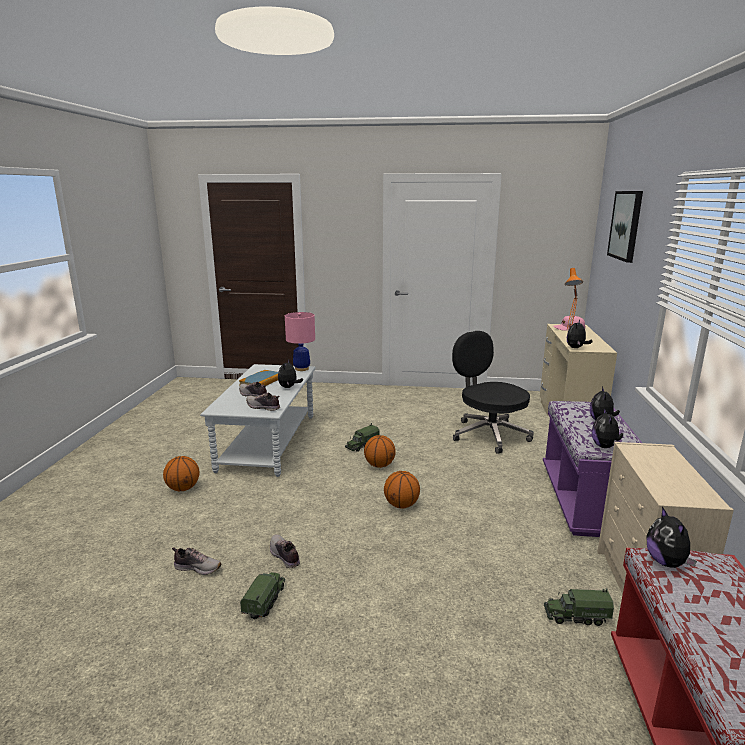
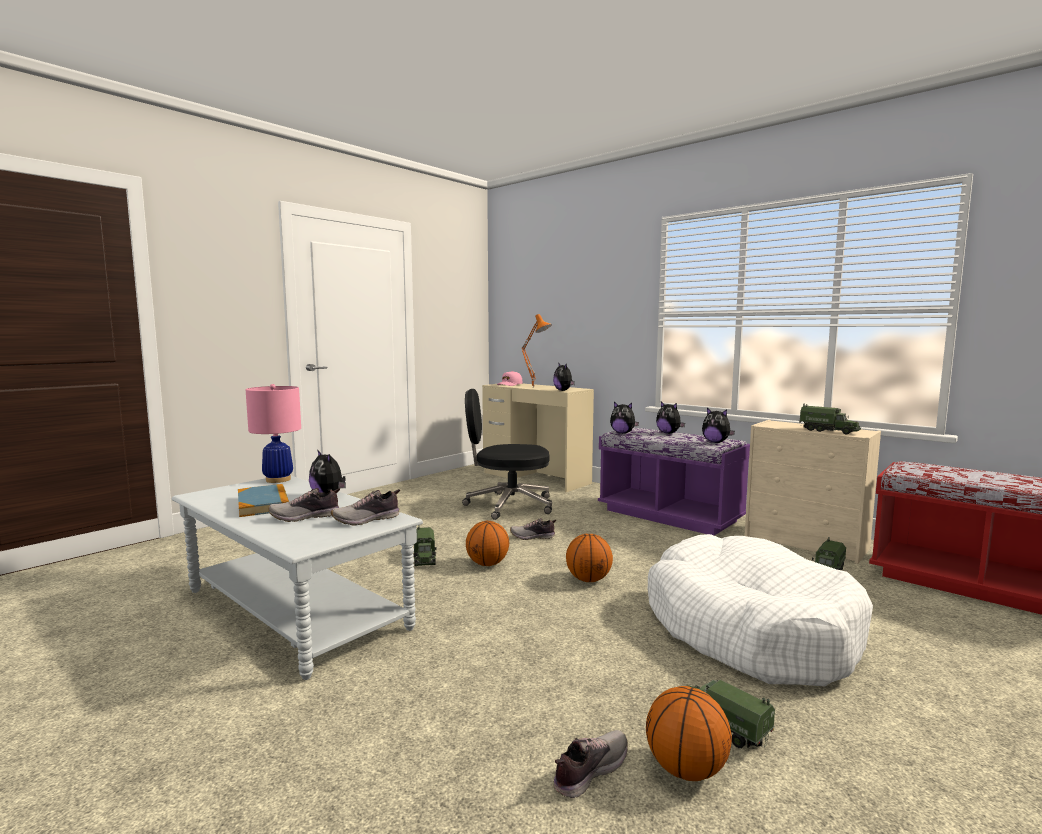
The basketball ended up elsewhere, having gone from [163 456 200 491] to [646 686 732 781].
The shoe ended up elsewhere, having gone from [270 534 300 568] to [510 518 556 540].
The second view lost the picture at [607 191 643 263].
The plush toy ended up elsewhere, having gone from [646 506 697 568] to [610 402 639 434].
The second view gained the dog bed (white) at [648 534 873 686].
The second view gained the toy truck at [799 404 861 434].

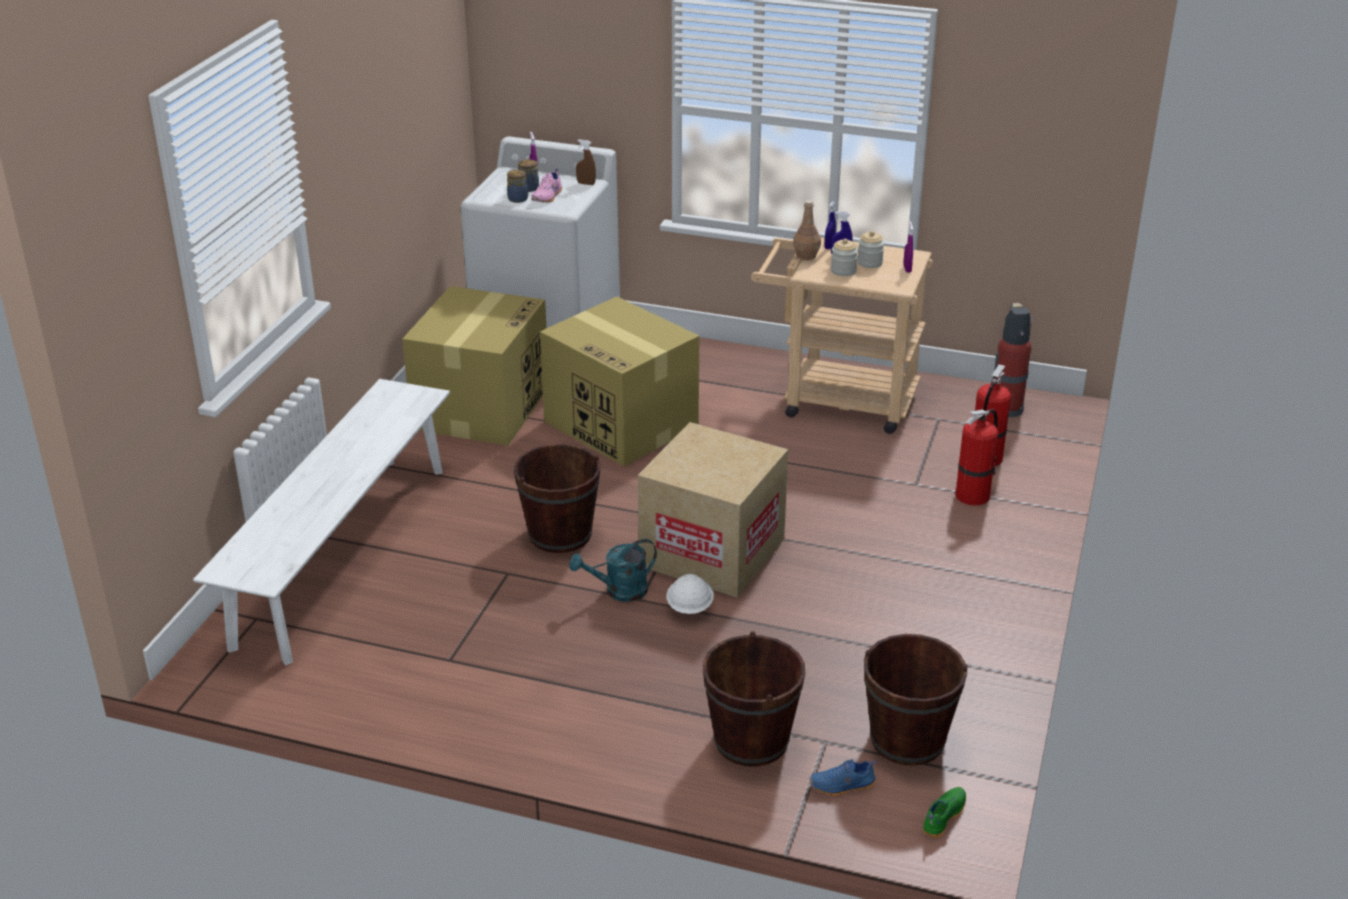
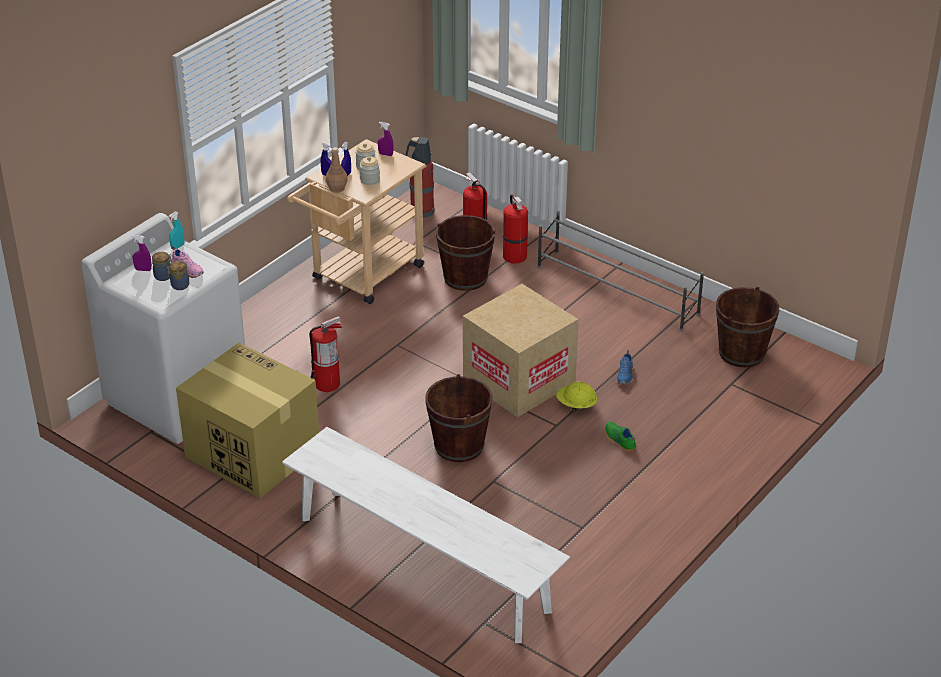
Where the cardboard box stood at [540 297 699 466], the fire extinguisher came to stand at [309 316 343 392].
The second view lost the watering can (turquoise) at [569 539 657 602].
What was the spray bottle (brown) at [576 139 596 185] turned into the spray bottle (turquoise) at [168 211 184 250].
What was the hard hat (white) at [666 574 714 614] turned into the hard hat (yellow) at [556 382 597 412].
The bucket (brown) ended up elsewhere, having gone from [703 631 805 767] to [436 215 495 291].
The shoe (blue) ended up elsewhere, having gone from [810 759 877 796] to [617 350 633 384].
The shoe (green) ended up elsewhere, having gone from [922 787 966 838] to [605 422 637 452].
The second view gained the shoe rack (grey) at [538 211 704 331].

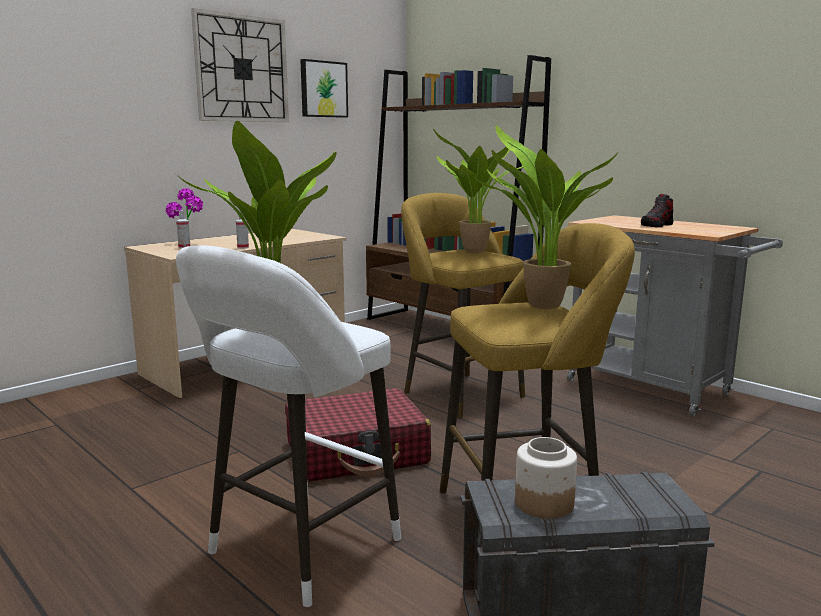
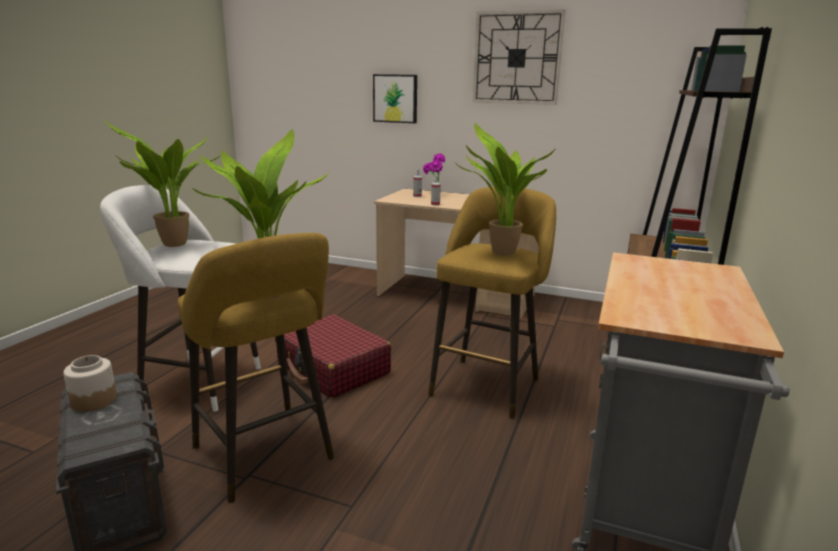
The picture ended up elsewhere, having gone from [300 59 348 118] to [373 74 417 123].
The second view lost the shoe at [641 194 673 227].

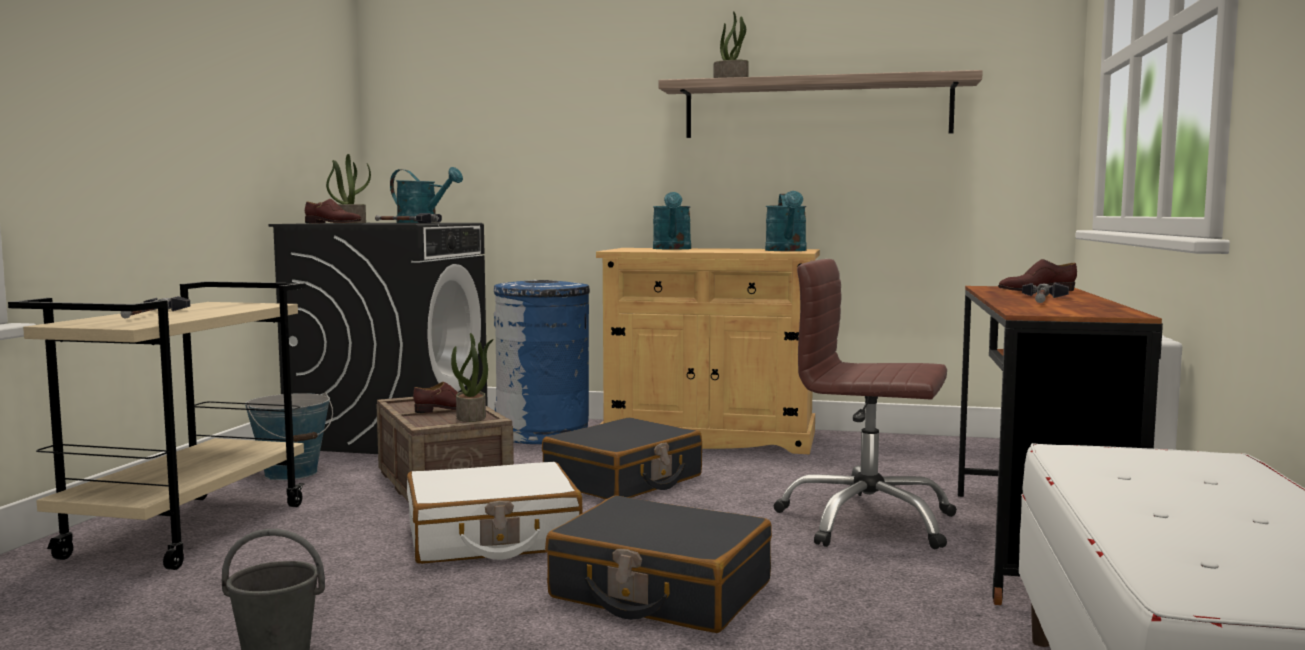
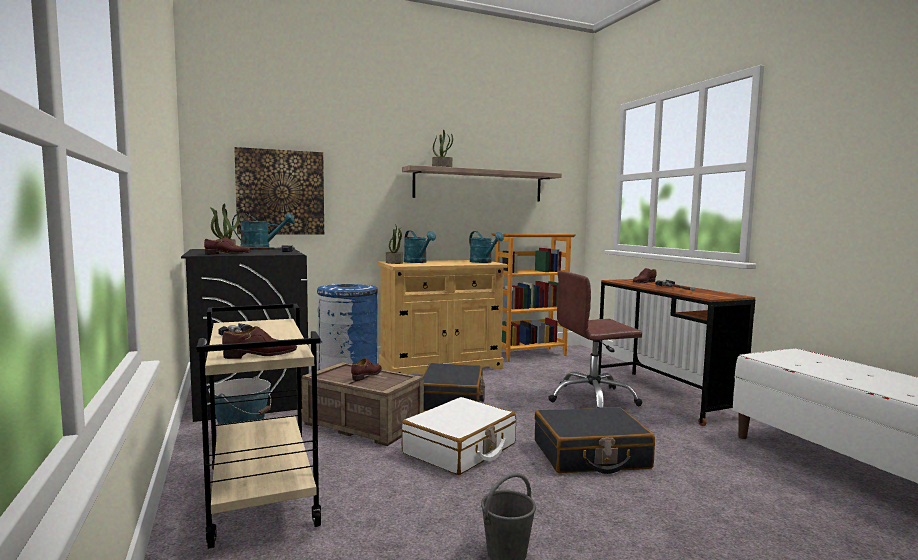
The potted plant ended up elsewhere, having gone from [451 333 494 422] to [386 224 403 264].
The second view gained the shoe (brown) at [222 326 297 359].
The second view gained the picture at [234 147 324 235].
The second view gained the bookcase at [491 233 576 362].

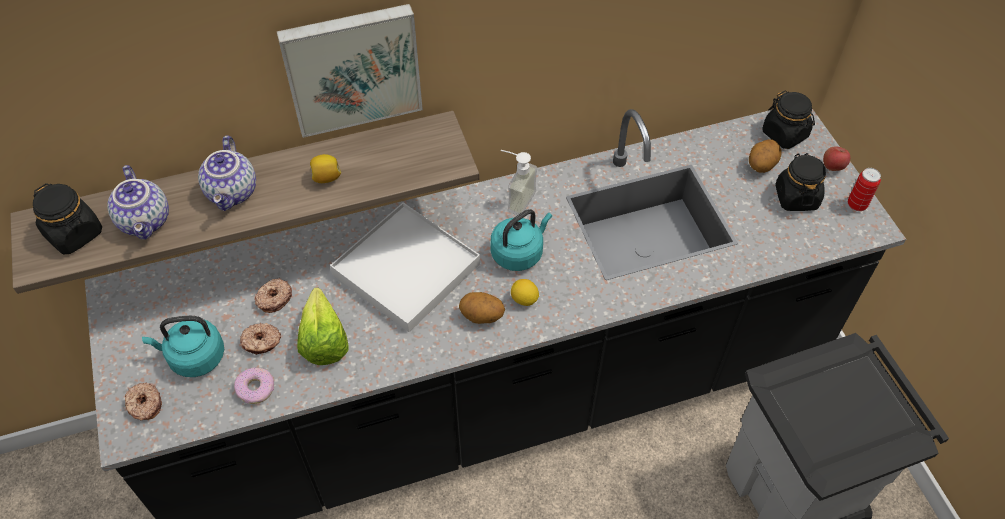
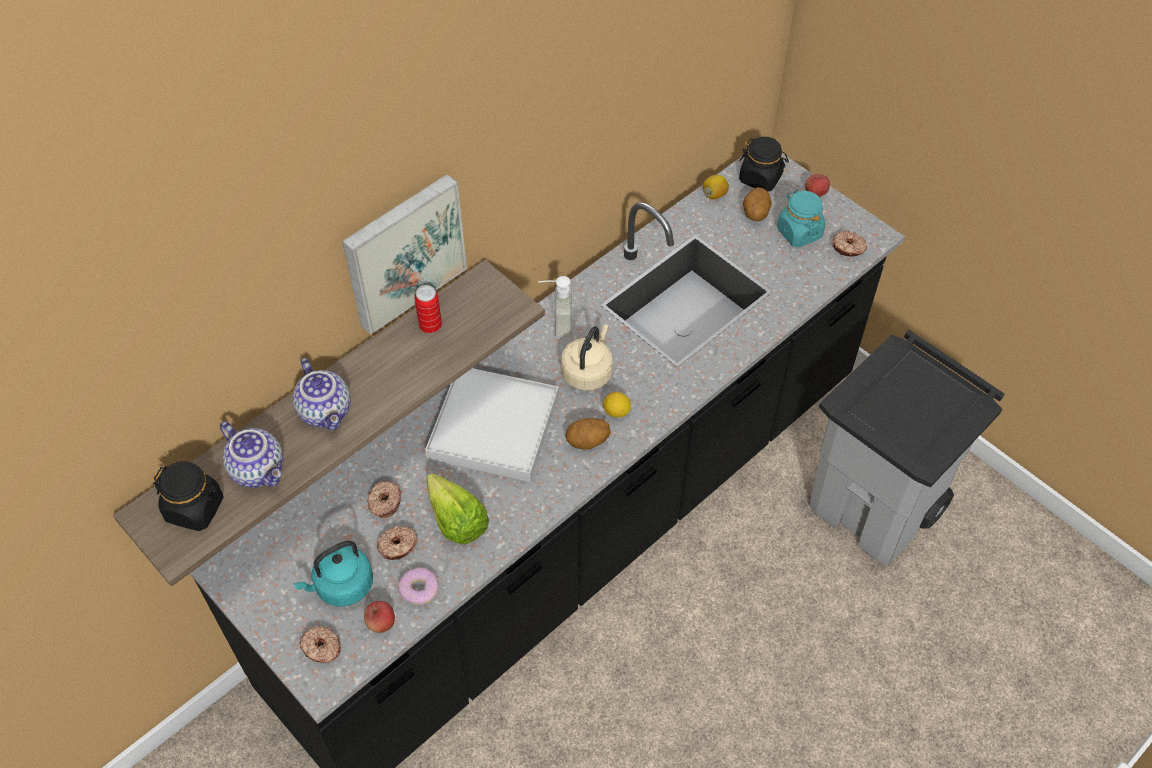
The lemon ended up elsewhere, having gone from [310 154 341 183] to [703 175 729 199].
What was the kettle (turquoise) at [490 209 552 271] turned into the kettle (beige) at [561 324 613 391].
What was the jar (black) at [775 153 826 211] turned into the jar (turquoise) at [777 190 825 247].
The can ended up elsewhere, having gone from [848 168 881 211] to [415 285 442 334].
The second view gained the apple at [364 601 395 633].
The second view gained the donut at [832 231 867 257].

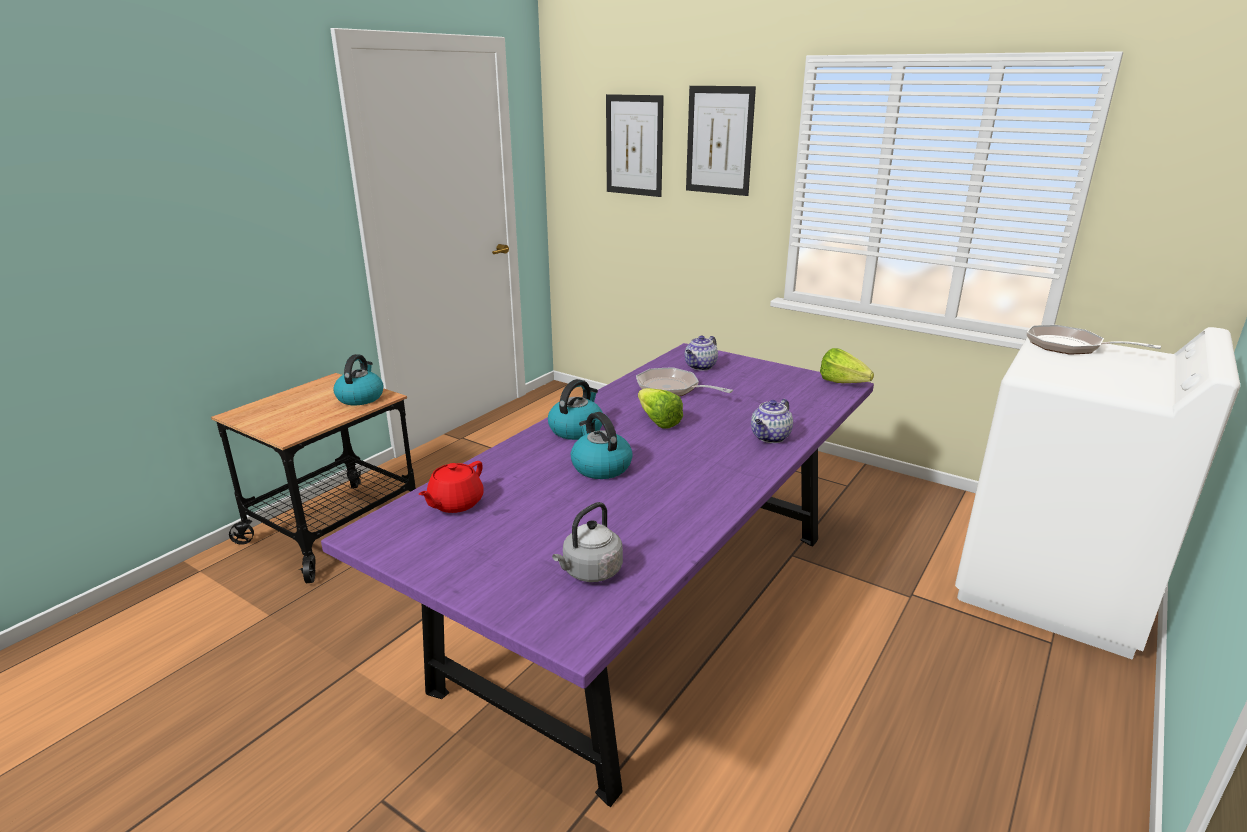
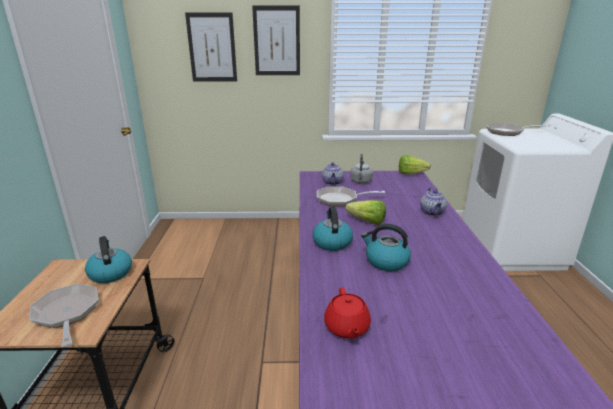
The kettle (grey) ended up elsewhere, having gone from [552 502 623 582] to [350 154 373 184].
The second view gained the frying pan at [30 284 99 347].

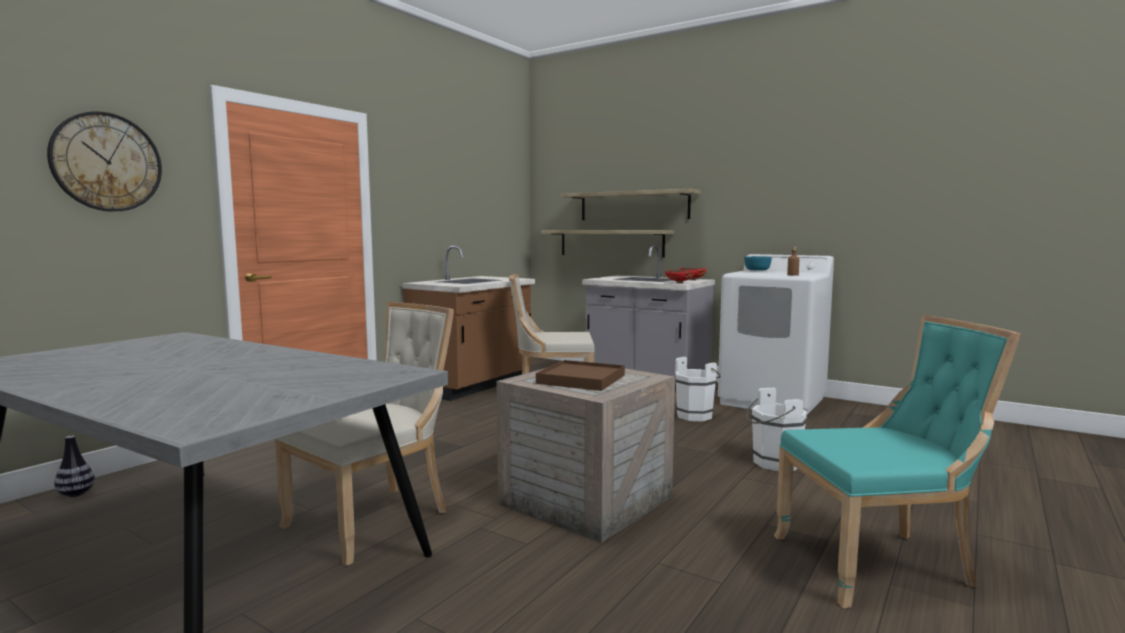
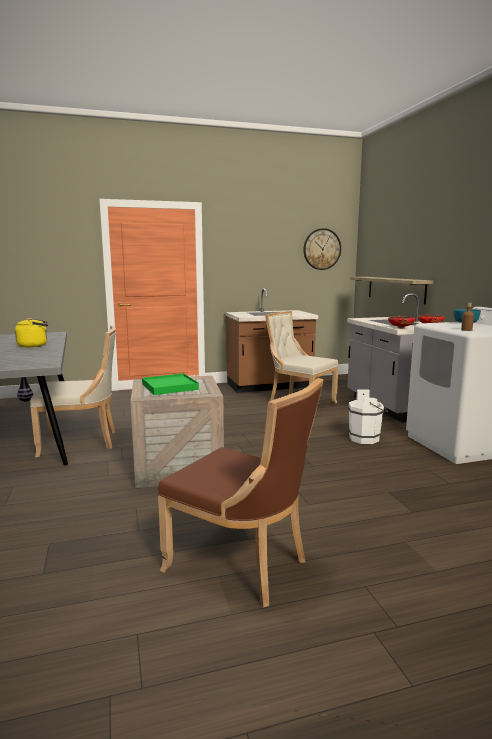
The wall clock ended up elsewhere, having gone from [47 111 162 212] to [303 228 341 270].
What was the tray (brown) at [536 360 625 391] turned into the tray (green) at [142 373 199 395].
The second view lost the shelf at [561 189 701 220].
The second view lost the bucket (white) at [746 388 808 471].
What was the chair (turquoise) at [774 315 1021 608] turned into the chair (brown) at [158 378 324 608].
The second view gained the kettle (yellow) at [15 318 48 347].

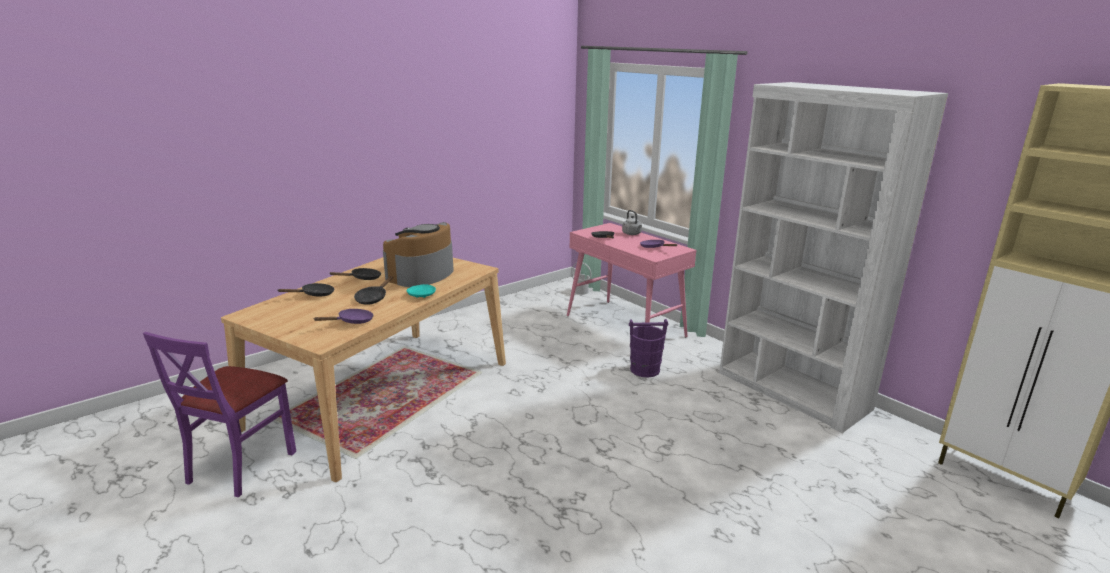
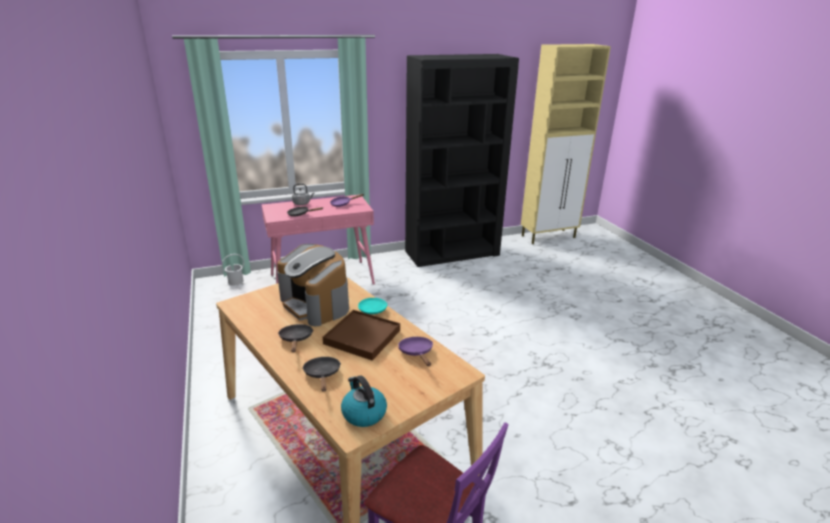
Where the frying pan (black) stood at [354 276 393 305], the tray (brown) came to stand at [323 310 400 361].
The second view lost the bucket (purple) at [629 319 668 378].
What was the bookcase (white) at [719 82 948 433] turned into the bookcase (black) at [405 54 519 267].
The second view gained the kettle at [341 376 387 427].

